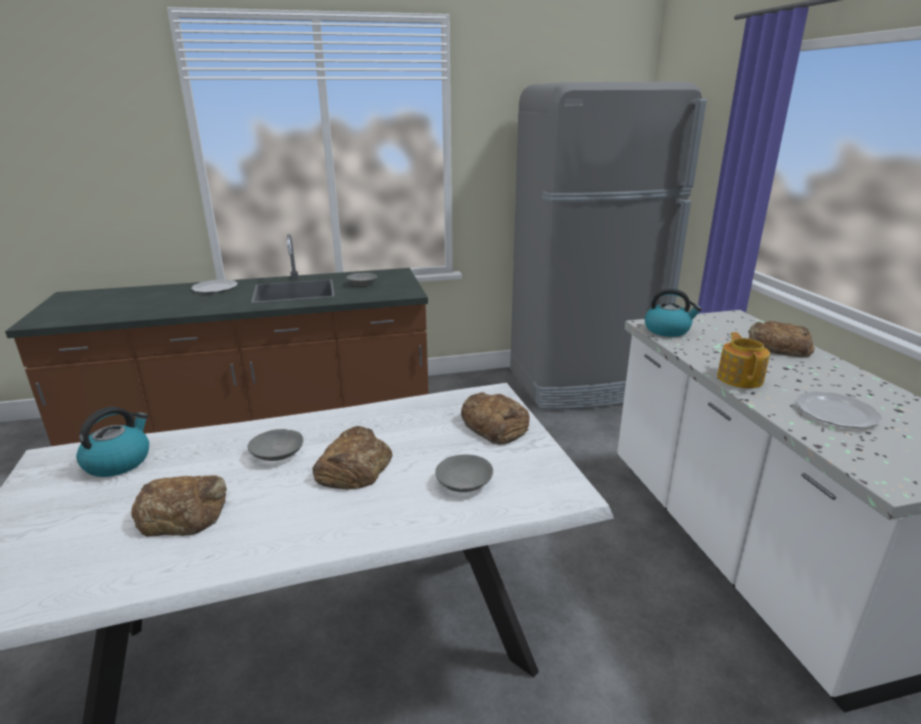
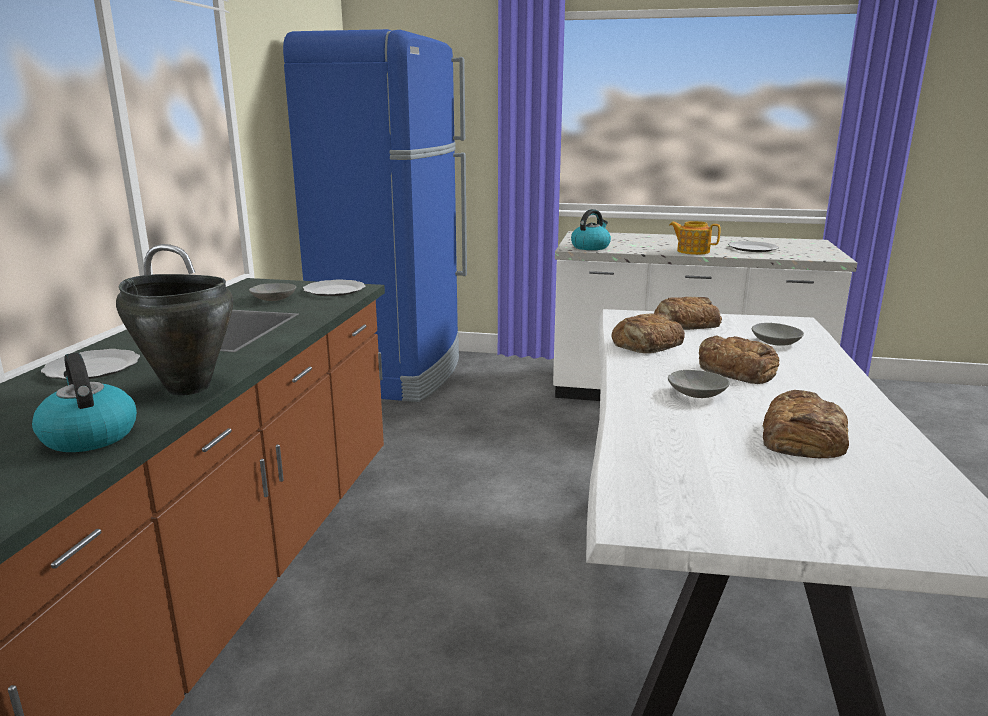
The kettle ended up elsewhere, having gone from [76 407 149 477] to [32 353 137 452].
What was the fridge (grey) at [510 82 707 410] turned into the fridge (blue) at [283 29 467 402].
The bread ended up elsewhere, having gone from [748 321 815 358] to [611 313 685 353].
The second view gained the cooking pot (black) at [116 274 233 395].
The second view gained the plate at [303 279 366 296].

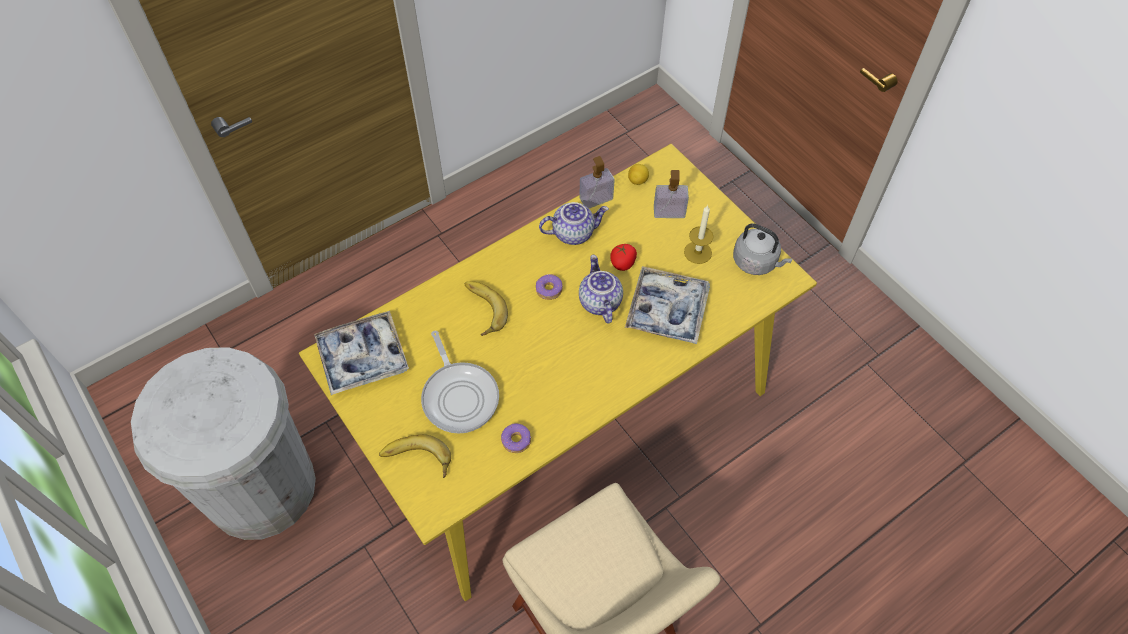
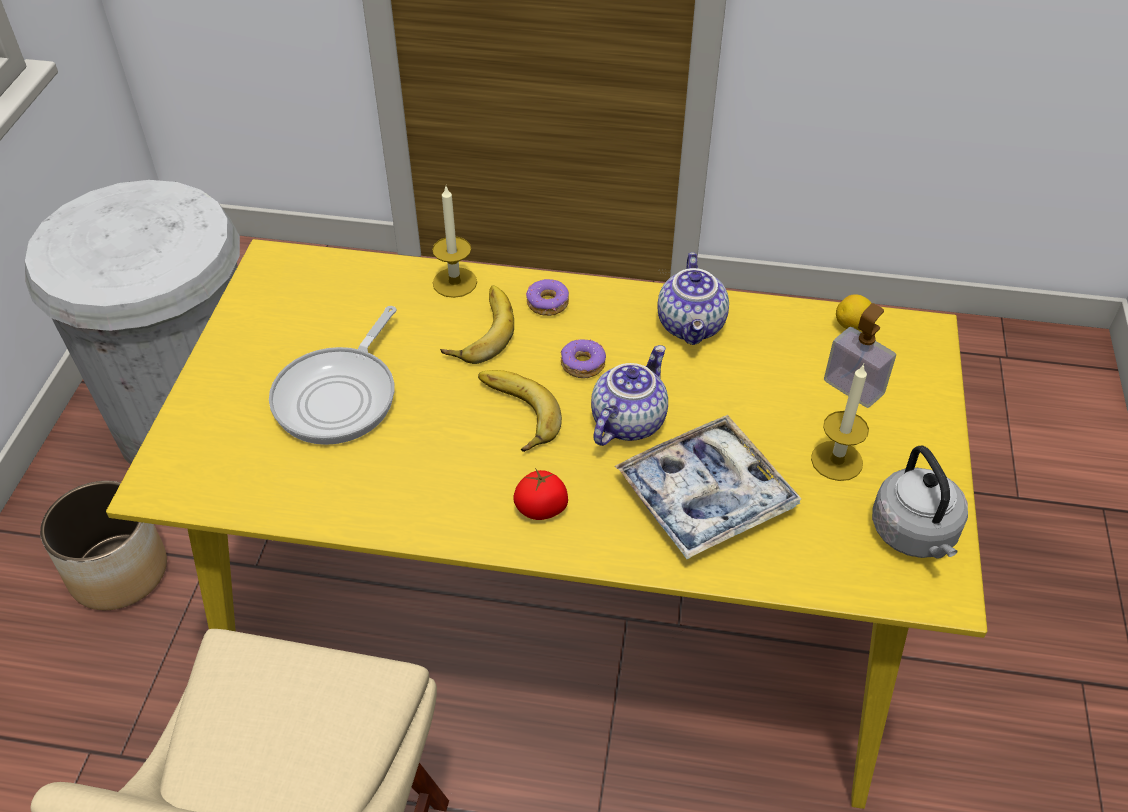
The second view lost the tray at [314 311 409 395].
The banana ended up elsewhere, having gone from [379 434 451 478] to [478 370 562 452].
The donut ended up elsewhere, having gone from [501 424 531 453] to [526 279 569 316].
The teapot at [539 202 609 245] ended up facing another way, 60 degrees clockwise from before.
The second view lost the soap dispenser at [579 156 615 208].
The tomato ended up elsewhere, having gone from [610 243 637 271] to [513 468 568 520].
The second view gained the planter at [40 481 167 610].
The second view gained the candle at [432 187 477 298].

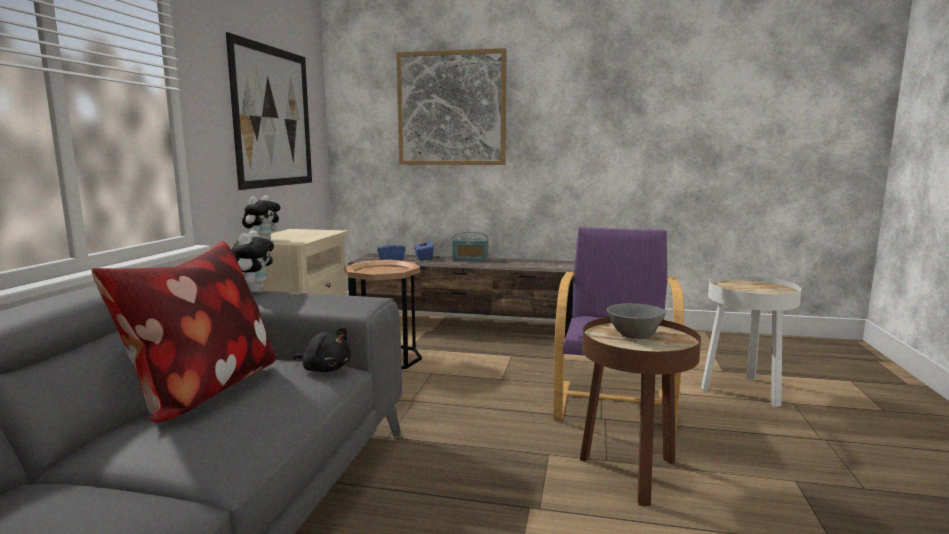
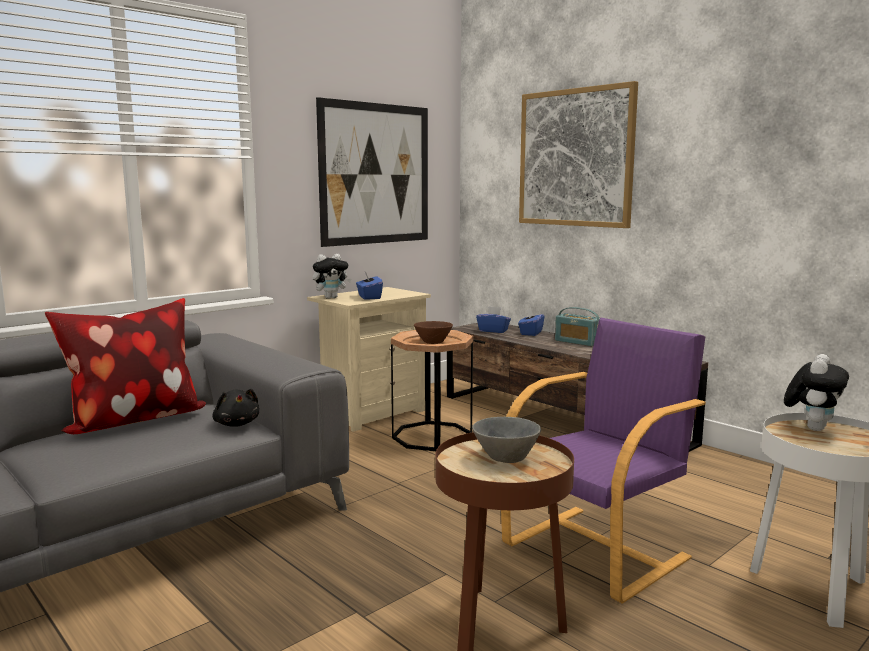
The plush toy ended up elsewhere, having gone from [231 230 274 293] to [784 354 849 431].
The second view gained the tissue box (blue) at [356 272 383 300].
The second view gained the bowl (brown) at [414 321 453 344].

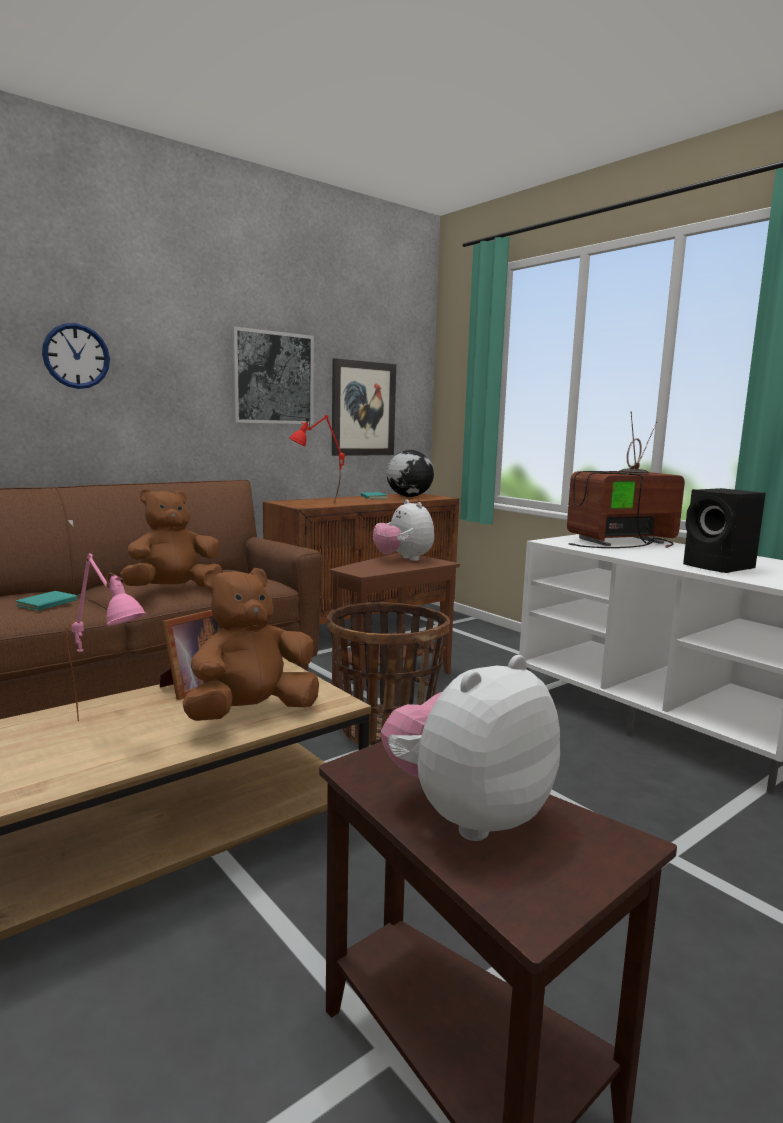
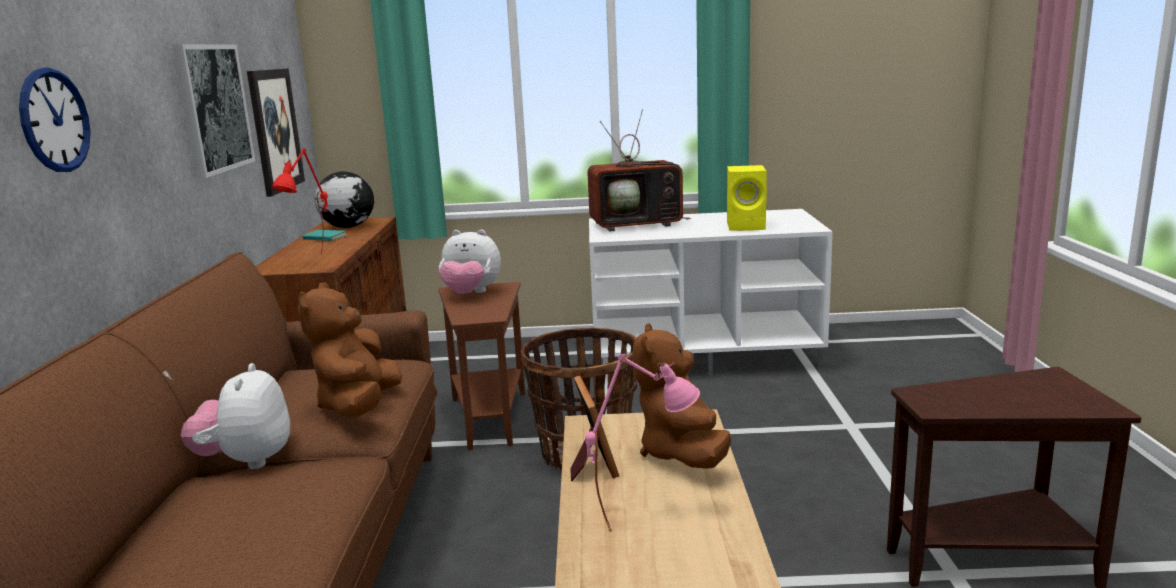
The second view lost the book (turquoise) at [16 591 81 611].
The plush toy ended up elsewhere, having gone from [381 655 560 841] to [181 363 290 469].
The television at [567 411 685 548] ended up facing another way, 120 degrees counterclockwise from before.
What was the speaker (black) at [683 488 766 573] turned into the speaker (yellow) at [727 165 767 231].

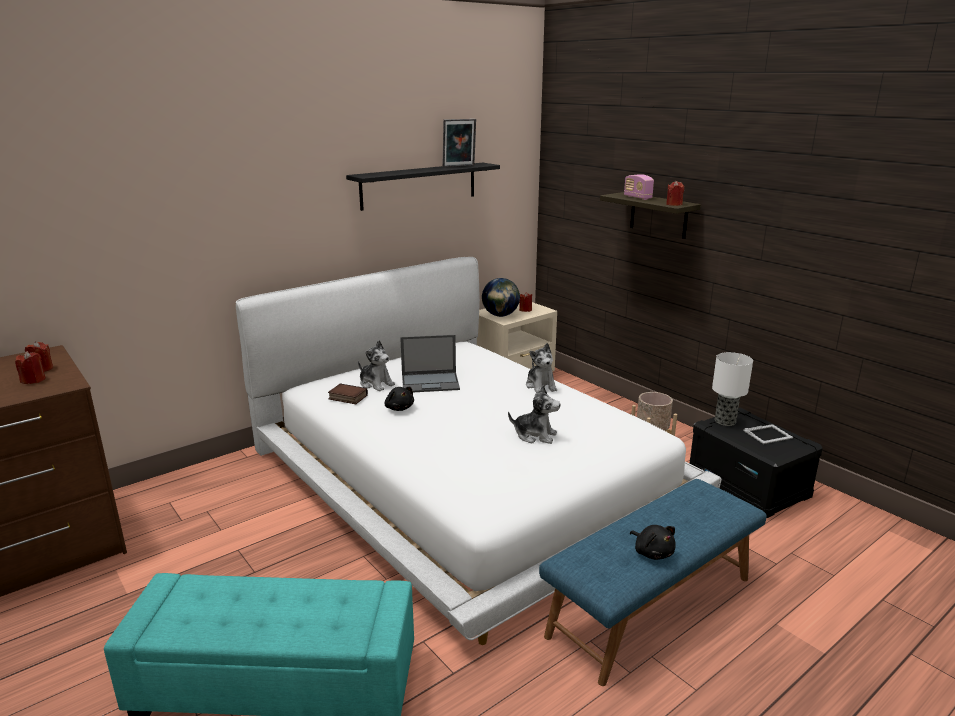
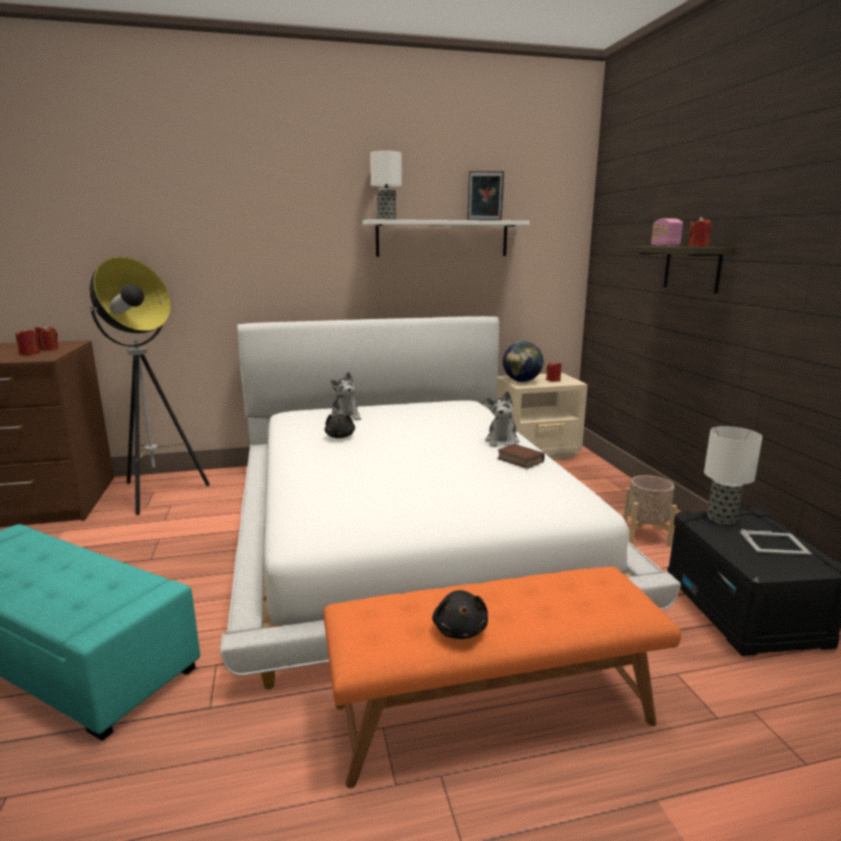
The book ended up elsewhere, having gone from [328 384 368 404] to [497 444 545 469].
What was the shelf (black) at [346 163 500 211] turned into the shelf (white) at [362 219 530 257].
The second view lost the laptop at [400 335 460 392].
The second view lost the plush toy at [508 385 560 444].
What was the bench (blue) at [539 479 767 686] turned into the bench (orange) at [323 566 681 788].
The second view gained the floor lamp at [89 257 210 515].
The second view gained the table lamp at [370 151 402 220].

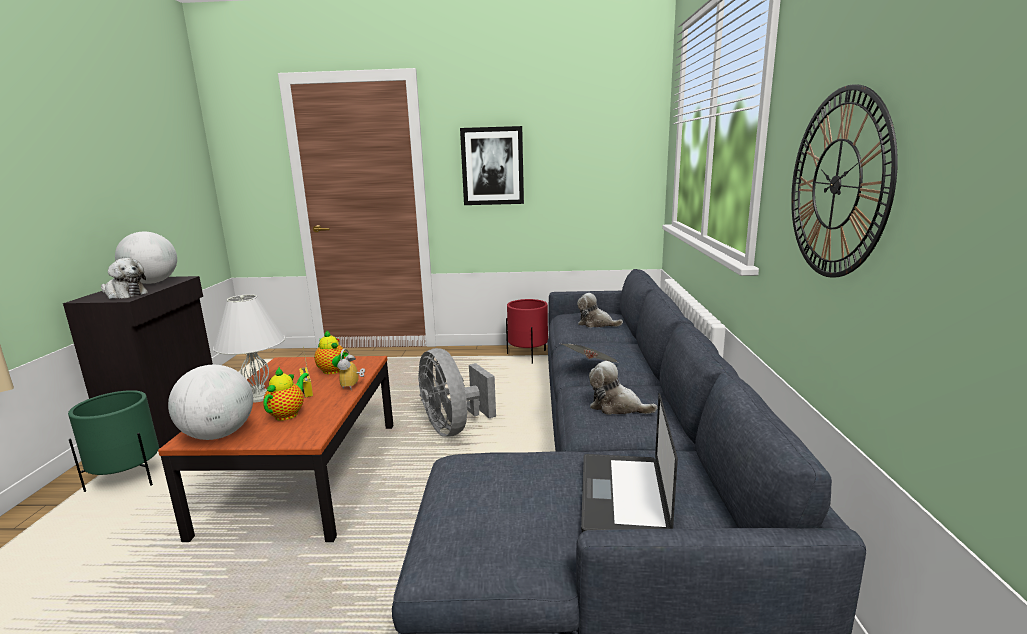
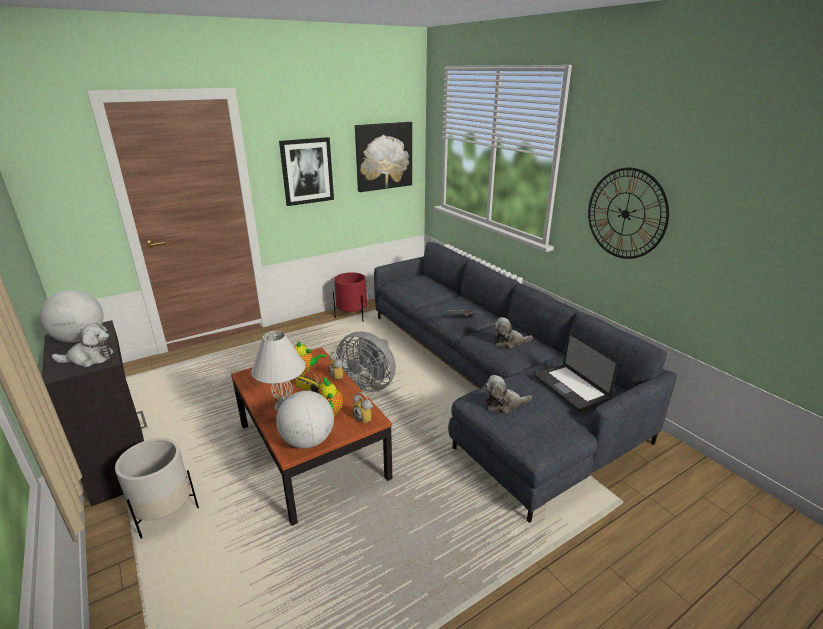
What was the planter (green) at [68 390 159 492] turned into the planter (white) at [115 438 199 539].
The plush toy ended up elsewhere, having gone from [577 293 623 327] to [484 375 532 414].
The second view gained the alarm clock at [353 392 373 423].
The second view gained the picture at [355 122 412 192].

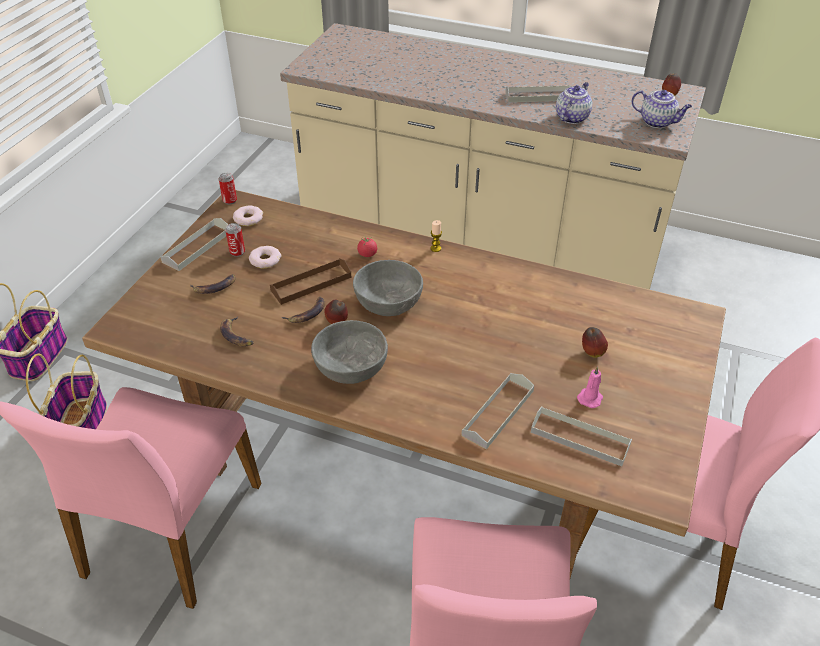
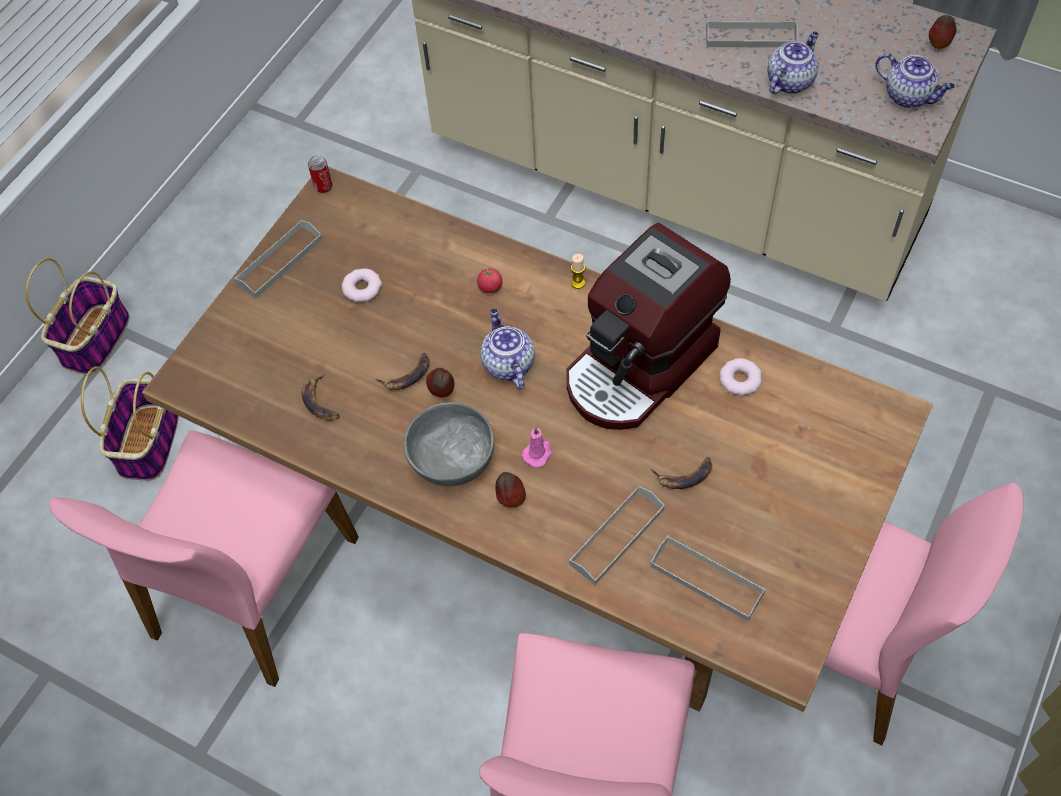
The banana ended up elsewhere, having gone from [190 274 235 294] to [651 457 712 489].
The second view lost the can at [225 223 245 257].
The donut ended up elsewhere, having gone from [233 206 263 226] to [720 358 762 396].
The second view lost the tray (brown) at [270 258 352 305].
Where the bowl (grey) stood at [353 260 423 316], the teapot came to stand at [480 309 535 389].
The candle (pink) ended up elsewhere, having gone from [577 366 603 408] to [522 427 552 468].
The apple ended up elsewhere, having gone from [582 327 608 358] to [495 472 526 508].
The second view gained the coffee machine at [566 223 731 430].

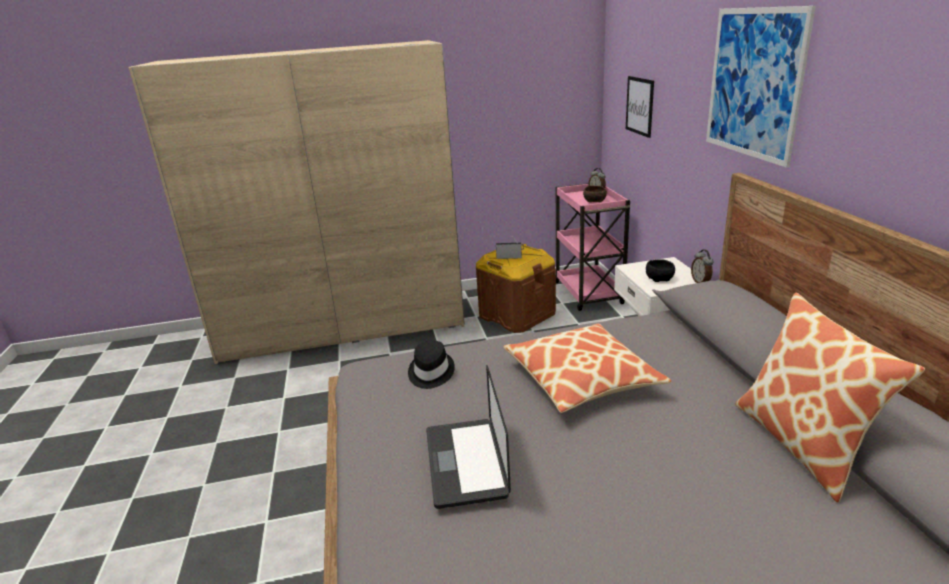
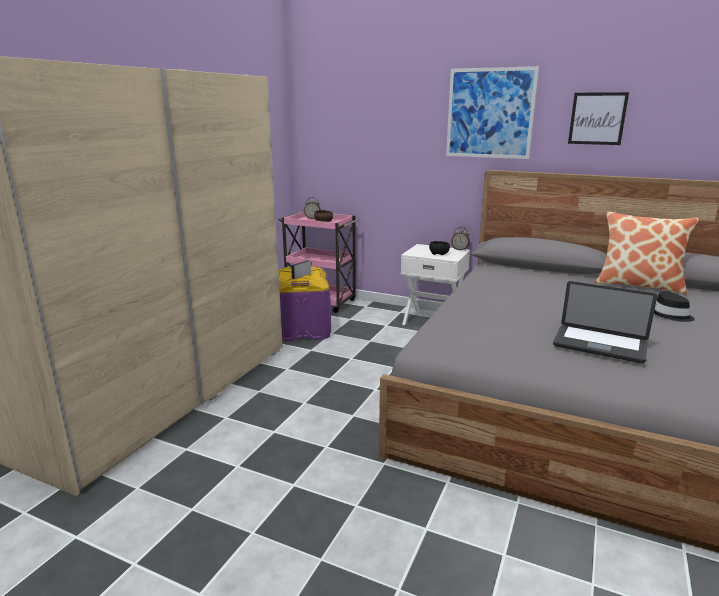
The hat (black) ended up elsewhere, having gone from [408 341 455 389] to [654 291 695 322].
What was the storage box (brown) at [476 244 556 333] turned into the storage box (purple) at [278 266 331 341].
The second view lost the pillow at [504 324 671 413].
The picture ended up elsewhere, having gone from [626 76 654 138] to [568 92 629 145].

